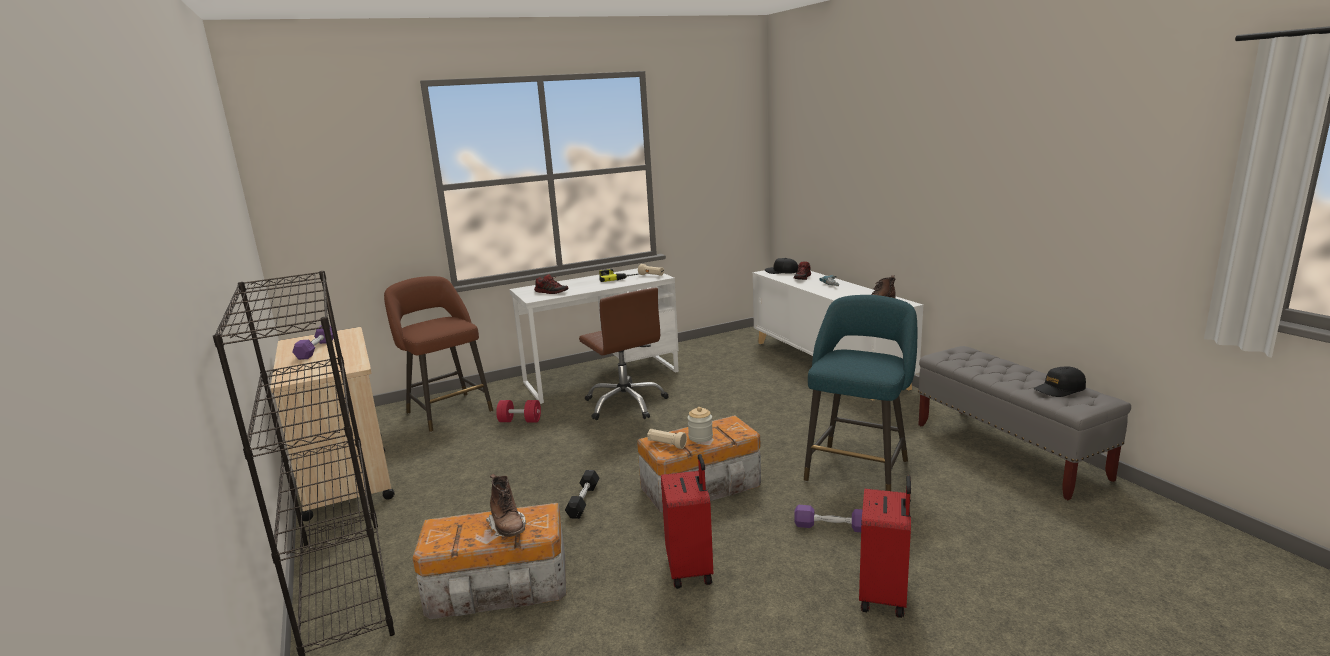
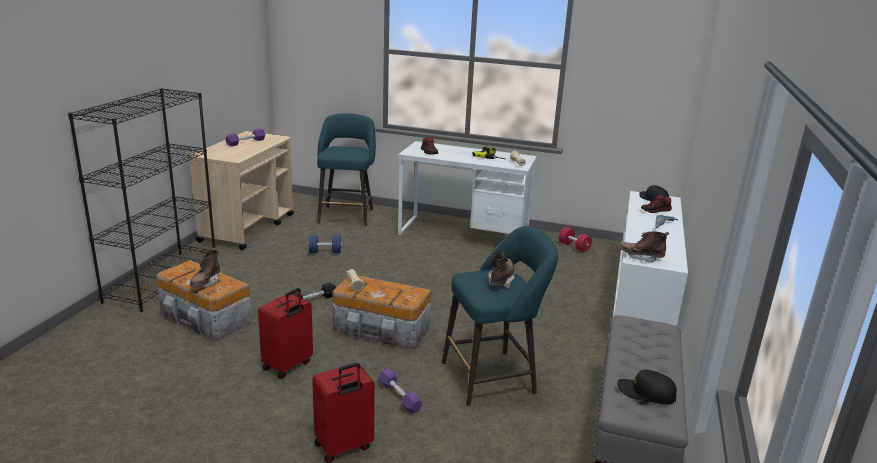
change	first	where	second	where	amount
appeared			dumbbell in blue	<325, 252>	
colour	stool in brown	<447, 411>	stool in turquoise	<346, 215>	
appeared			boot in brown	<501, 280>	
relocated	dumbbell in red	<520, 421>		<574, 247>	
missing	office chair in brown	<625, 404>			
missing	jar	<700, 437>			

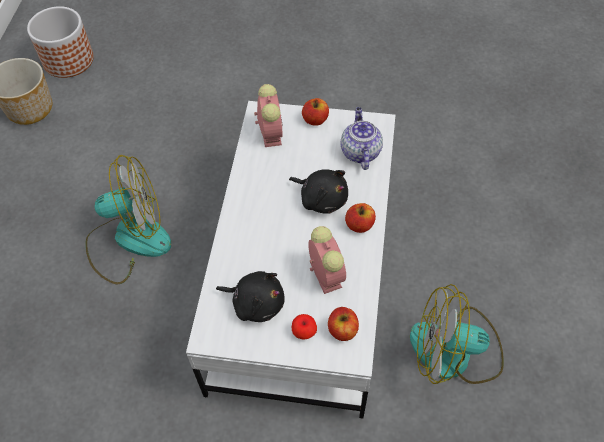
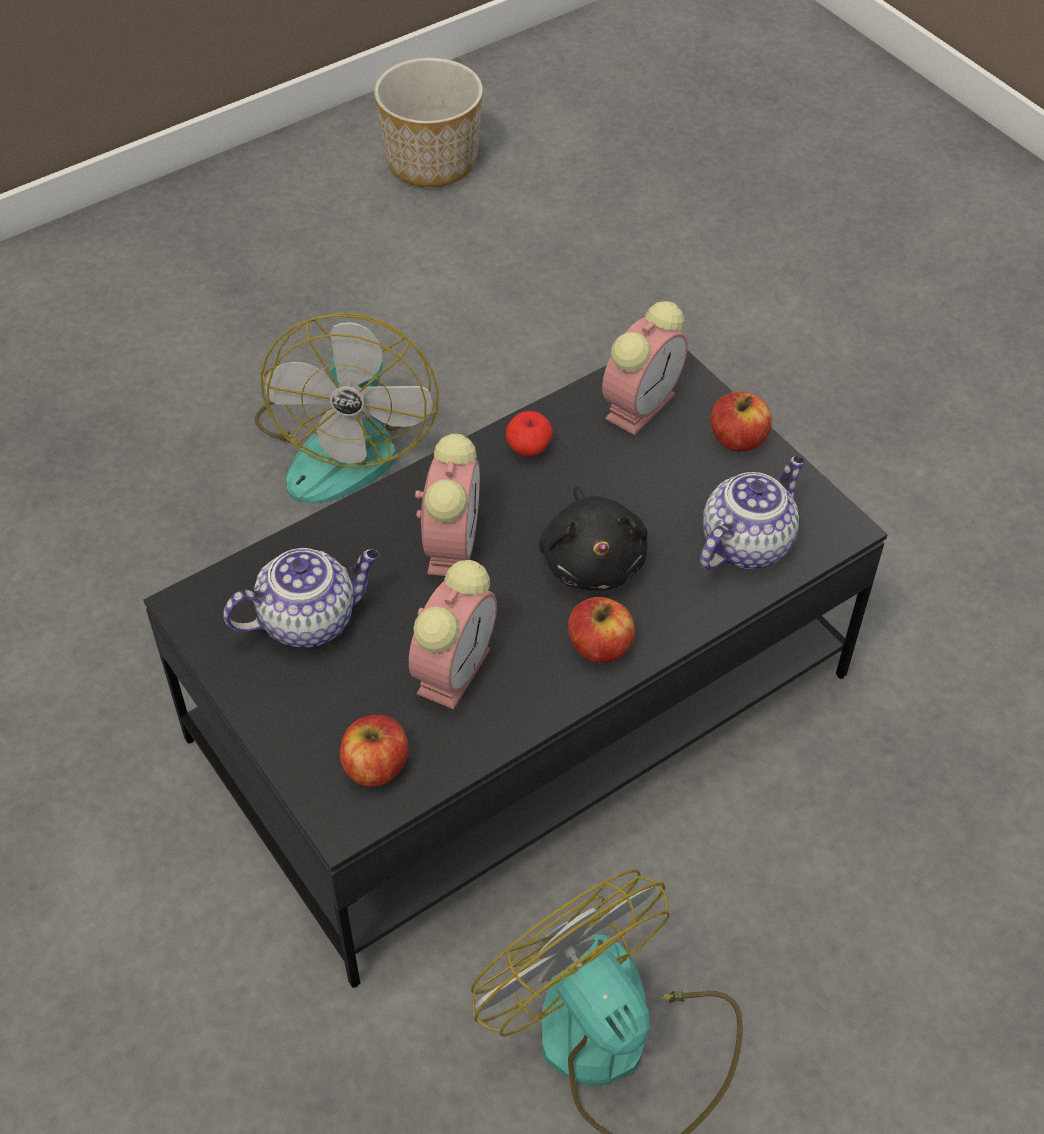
change	first	where	second	where	amount
colour	coffee table in white	<303, 277>	coffee table in black	<520, 706>	
exchanged	plush toy in black	<256, 303>	teapot	<309, 619>	
spun	fan	<128, 240>		<345, 442>	60 degrees clockwise
appeared			alarm clock	<451, 543>	
relocated	apple	<304, 332>		<529, 449>	
missing	planter	<68, 60>			

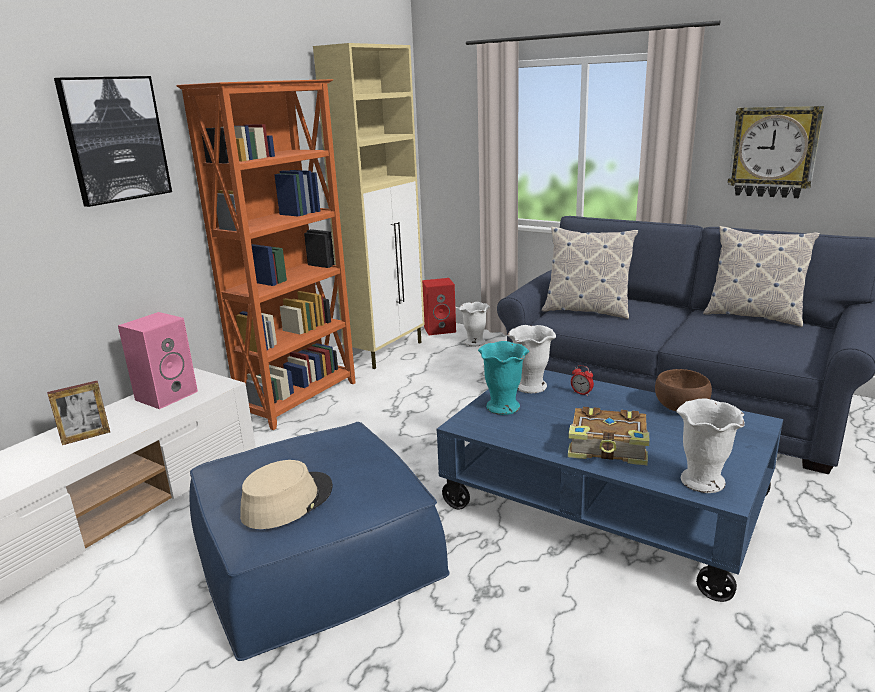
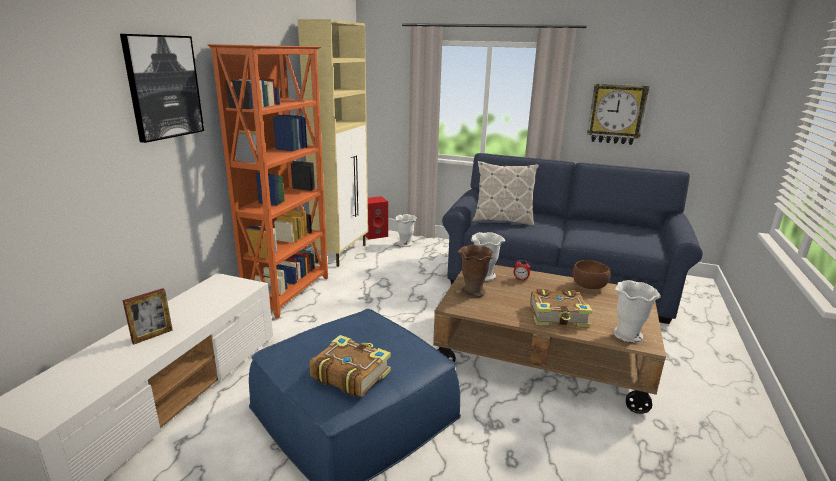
change	first	where	second	where	amount
exchanged	hat in beige	<287, 501>	book	<350, 374>	
colour	coffee table in blue	<604, 501>	coffee table in brown	<542, 353>	
colour	vase in turquoise	<503, 407>	vase in brown	<473, 292>	
missing	speaker in pink	<167, 395>			
missing	pillow	<753, 316>			

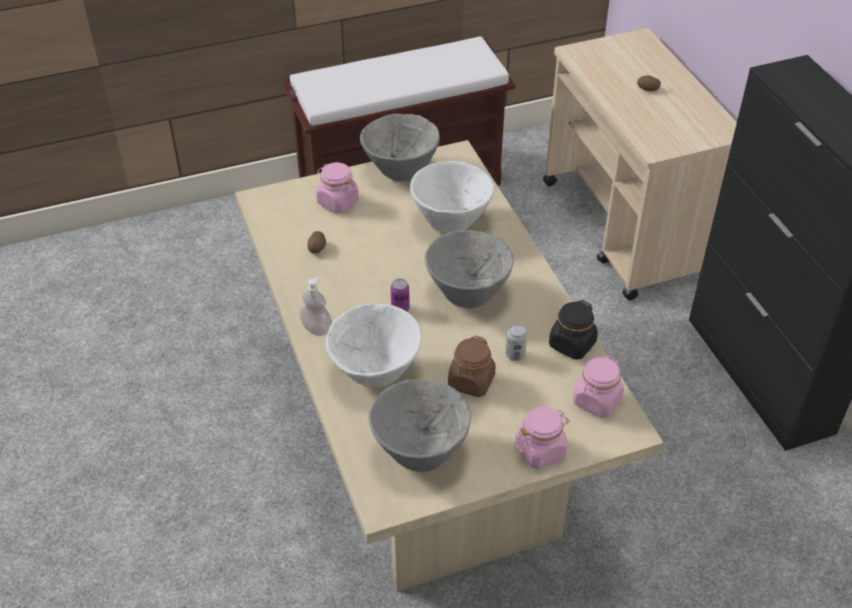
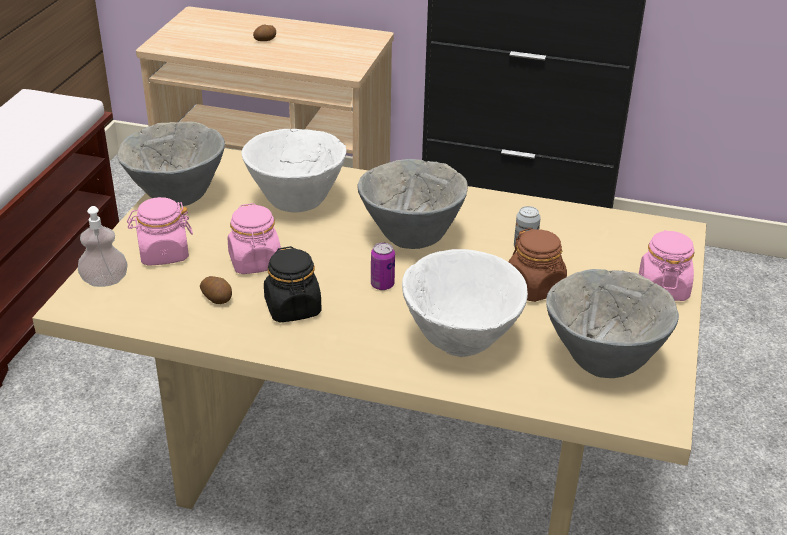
change	first	where	second	where	amount
relocated	soap dispenser	<317, 328>		<105, 281>	
relocated	jar in pink	<596, 401>		<255, 262>	
relocated	jar in black	<572, 344>		<293, 308>	

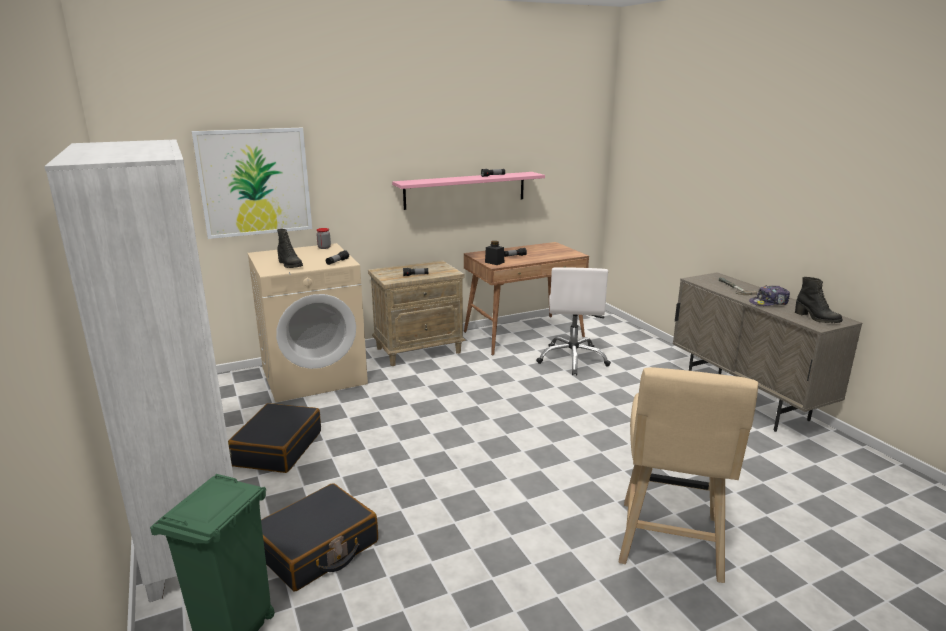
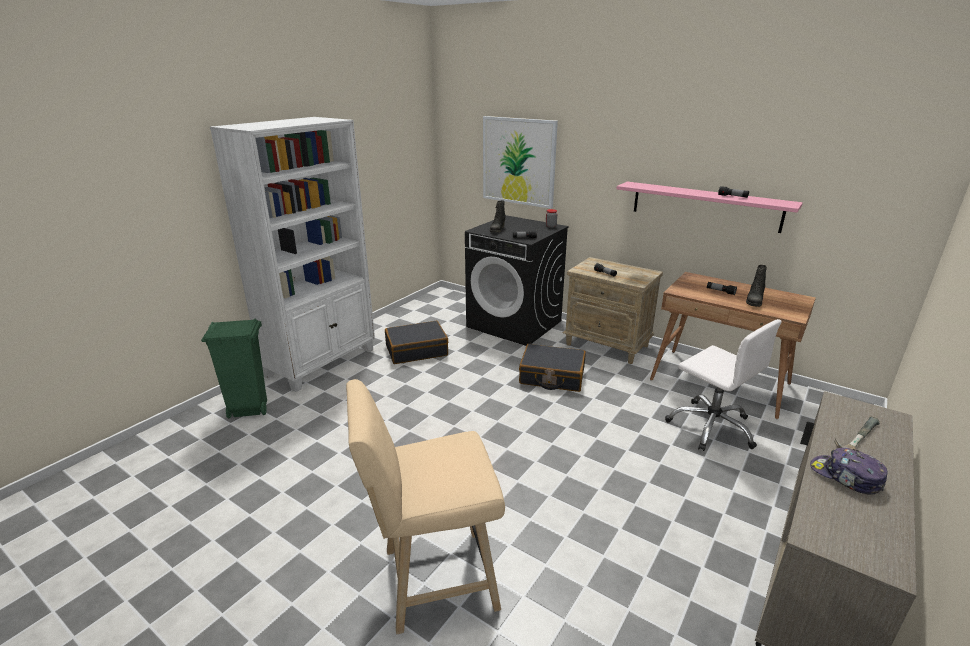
change	first	where	second	where	amount
colour	washing machine in beige	<314, 375>	washing machine in black	<515, 324>	
relocated	suitcase in black	<317, 548>		<552, 376>	
spun	office chair in white	<573, 359>		<711, 427>	105 degrees counterclockwise
relocated	boot in black	<816, 318>		<753, 301>	
missing	jar in black	<494, 262>			

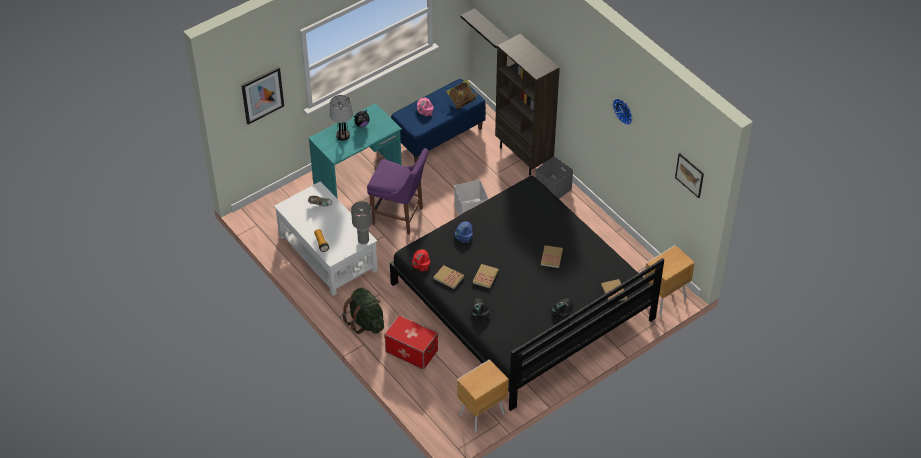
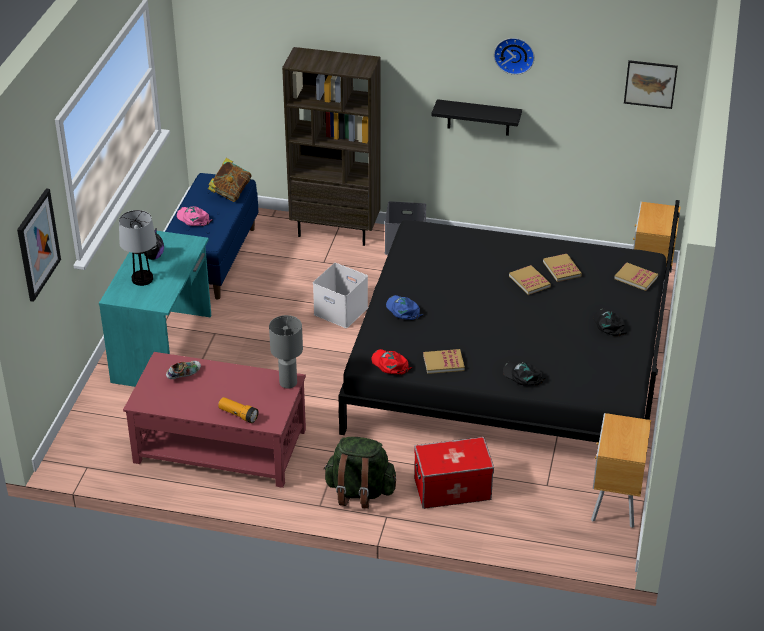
change	first	where	second	where	amount
colour	coffee table in white	<327, 252>	coffee table in red	<219, 445>	
relocated	shelf in black	<492, 31>		<478, 117>	
relocated	book	<485, 277>		<562, 269>	
missing	chair in purple	<400, 217>			

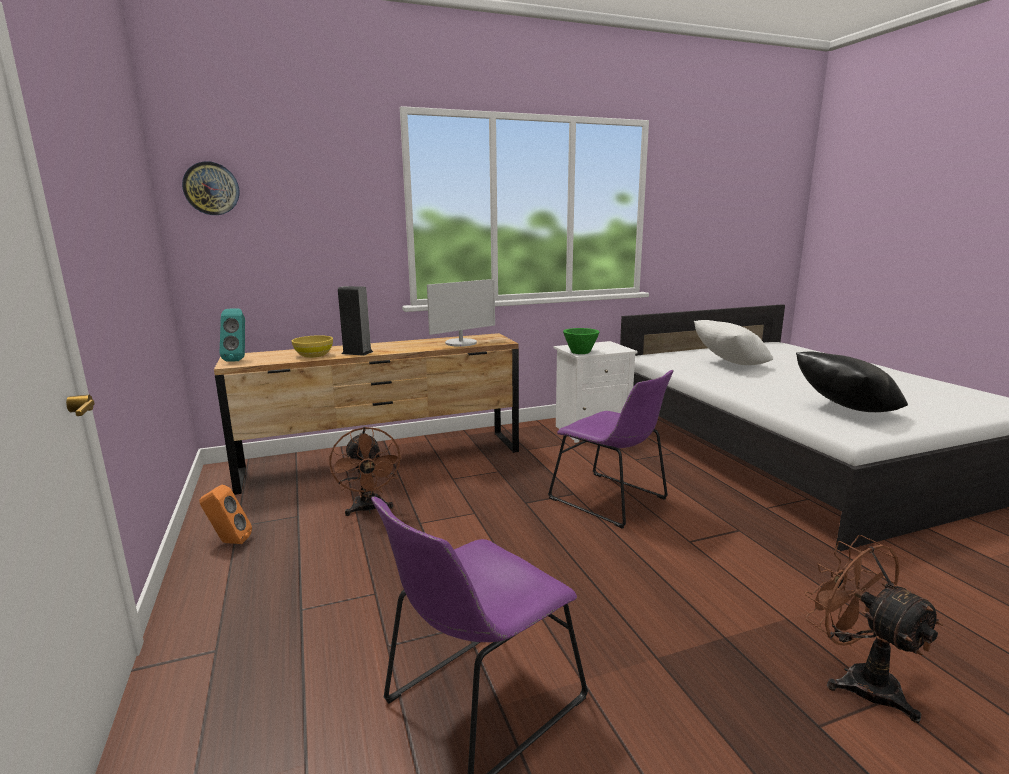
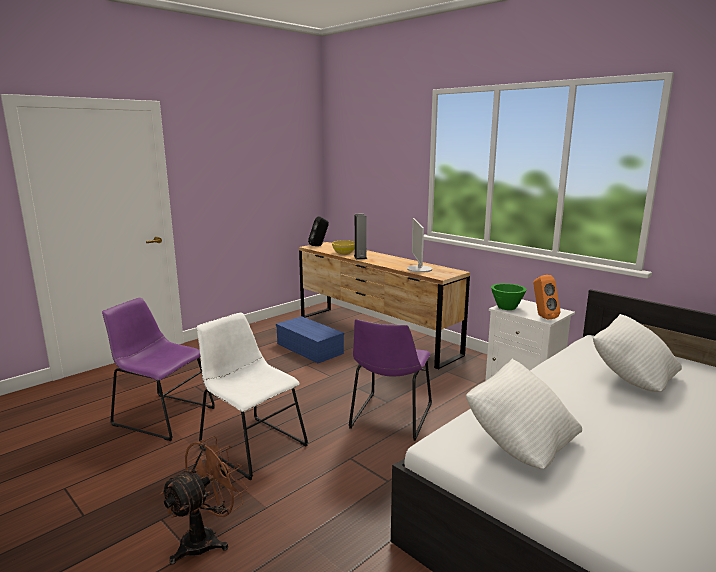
change	first	where	second	where	amount
appeared			chair in white	<250, 444>	
exchanged	fan in brown	<369, 509>	storage box in blue	<311, 348>	
colour	speaker in turquoise	<239, 360>	speaker in black	<319, 246>	
spun	monitor	<461, 343>		<419, 269>	60 degrees clockwise
colour	pillow in black	<844, 411>	pillow in white	<520, 444>	
relocated	speaker in orange	<228, 542>		<542, 317>	
missing	wall clock	<211, 188>			

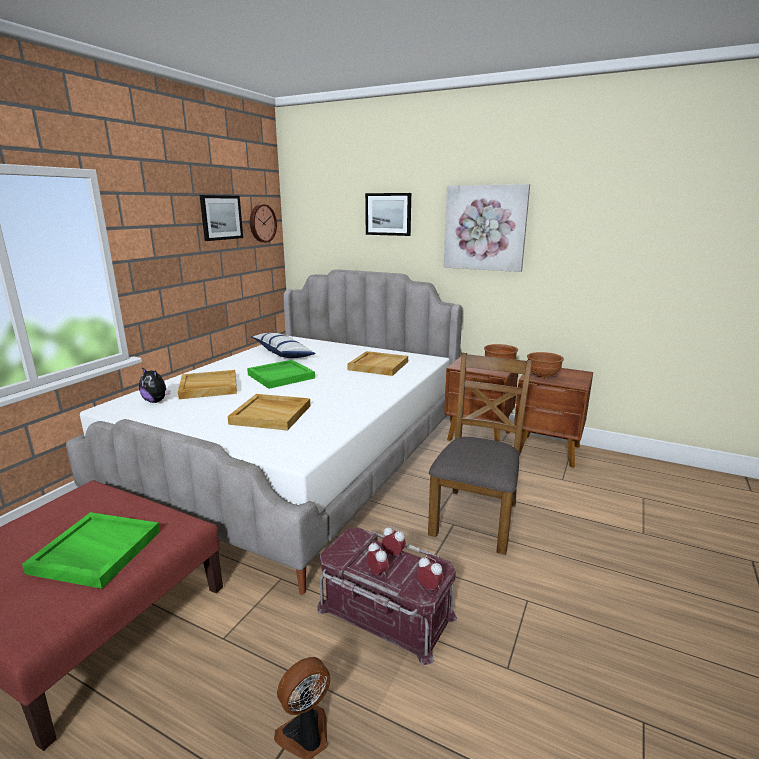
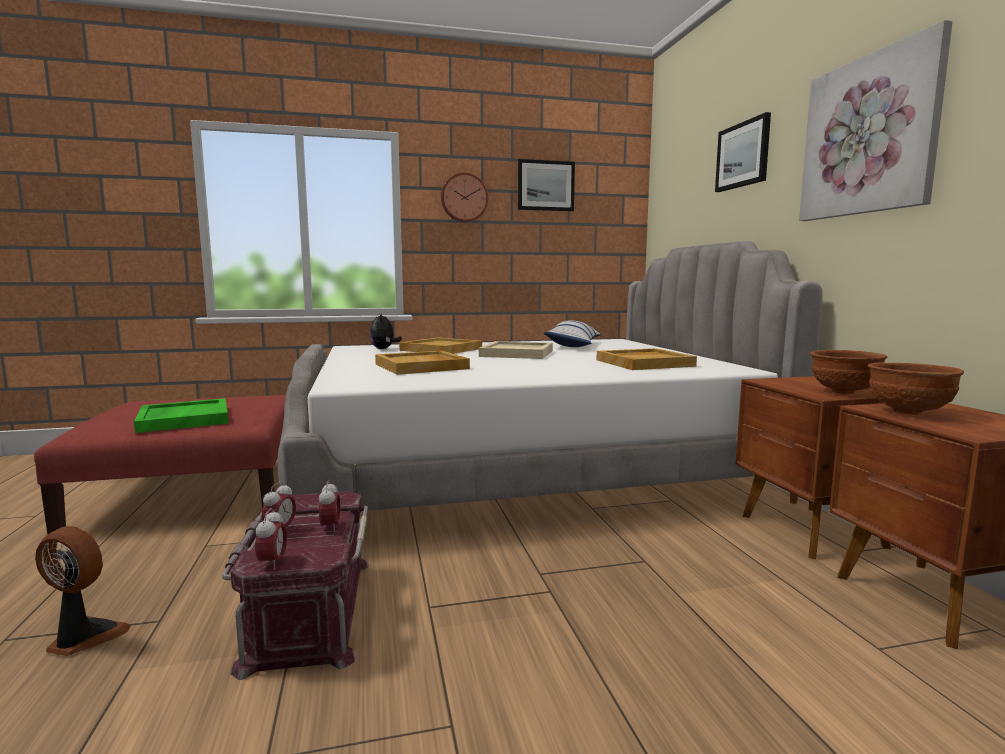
change	first	where	second	where	amount
relocated	wall clock	<261, 223>		<464, 198>	
colour	tray in green	<281, 376>	tray in beige	<517, 353>	
missing	chair in brown	<475, 518>			

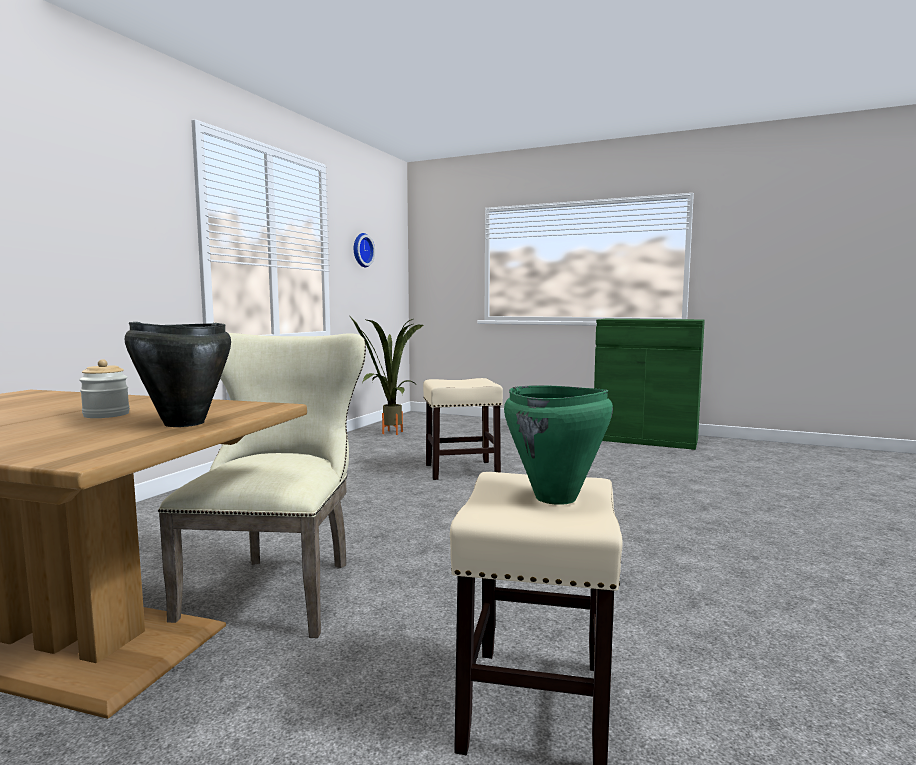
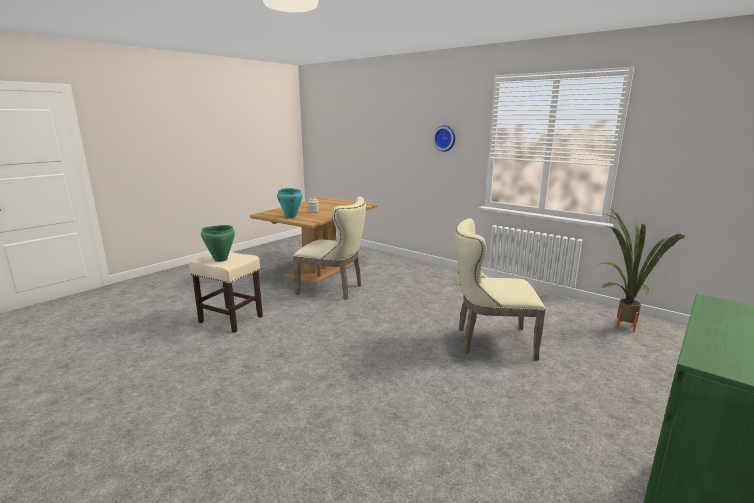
change	first	where	second	where	amount
colour	cooking pot in black	<183, 423>	cooking pot in turquoise	<291, 216>	
relocated	wall clock	<361, 250>		<445, 138>	
exchanged	stool in beige	<461, 470>	chair in beige	<489, 341>	

